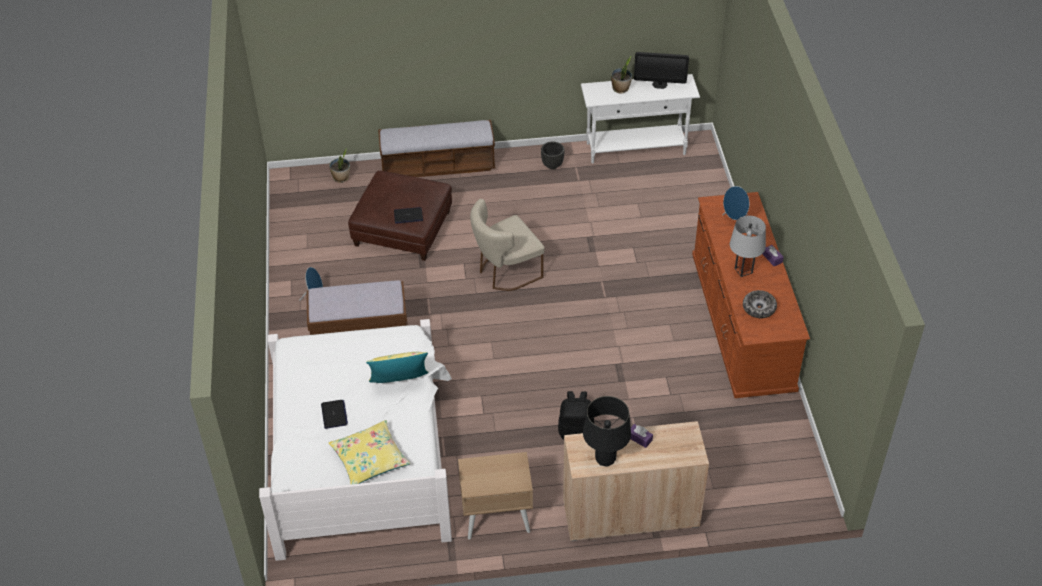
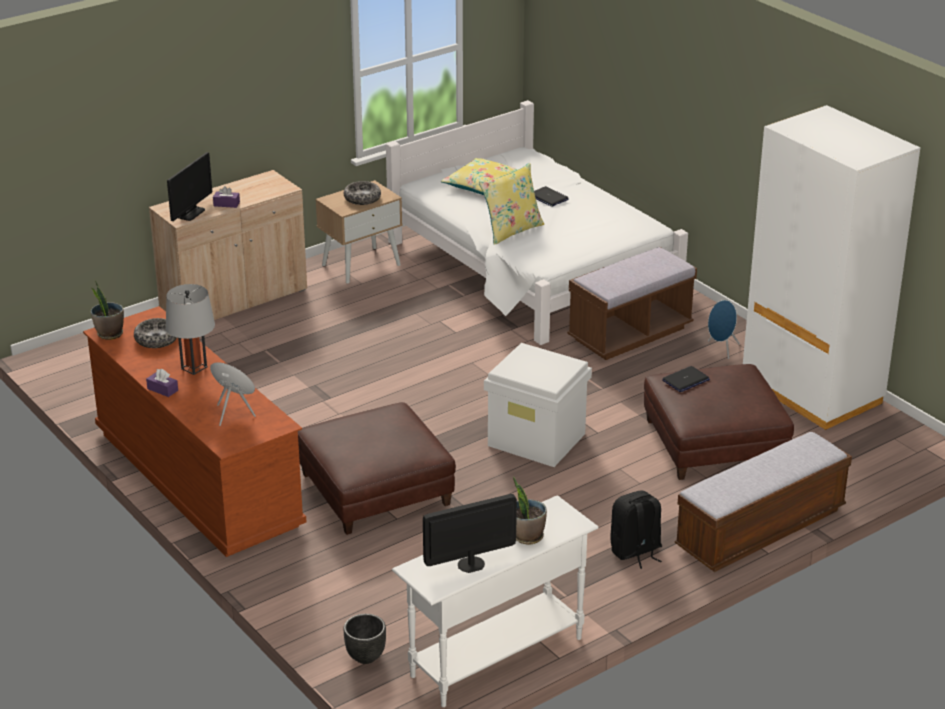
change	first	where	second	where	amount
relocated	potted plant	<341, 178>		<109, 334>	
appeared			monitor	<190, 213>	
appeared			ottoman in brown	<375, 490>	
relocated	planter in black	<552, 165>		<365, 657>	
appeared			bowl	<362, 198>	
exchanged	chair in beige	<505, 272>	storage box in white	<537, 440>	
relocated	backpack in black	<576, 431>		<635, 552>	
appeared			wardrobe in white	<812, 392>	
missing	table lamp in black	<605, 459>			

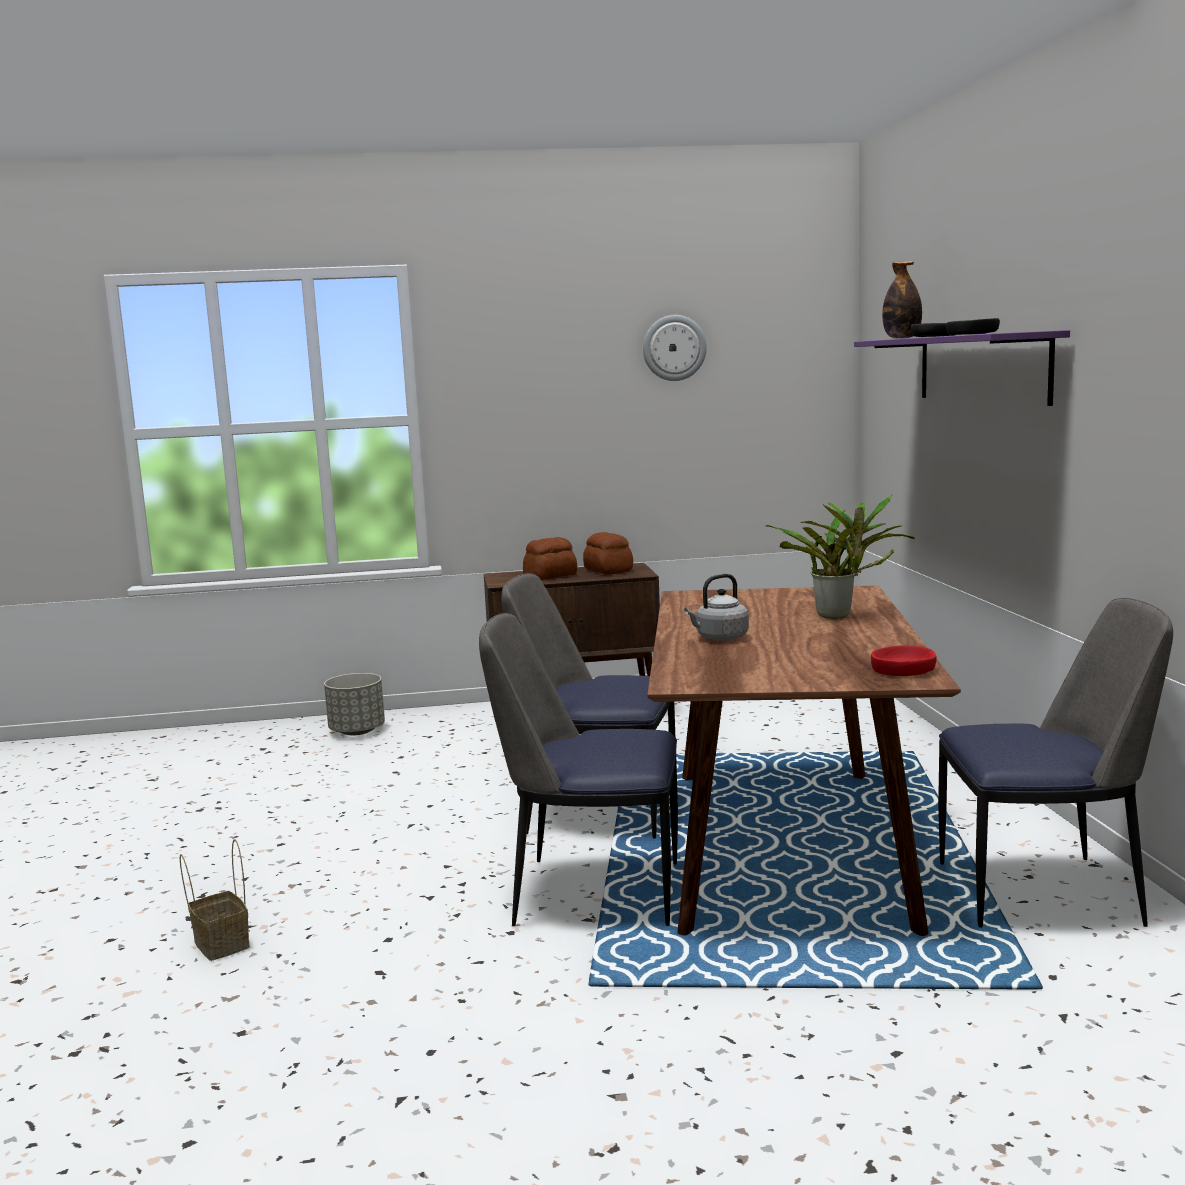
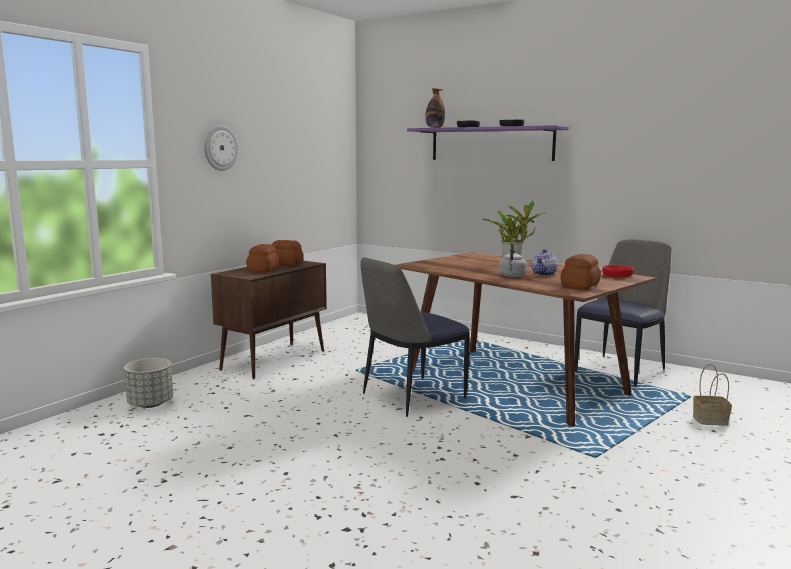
change	first	where	second	where	amount
relocated	wall clock	<674, 348>		<220, 148>	
appeared			teapot	<544, 274>	
appeared			bread	<579, 286>	
relocated	basket	<220, 944>		<709, 420>	
missing	chair	<591, 893>			

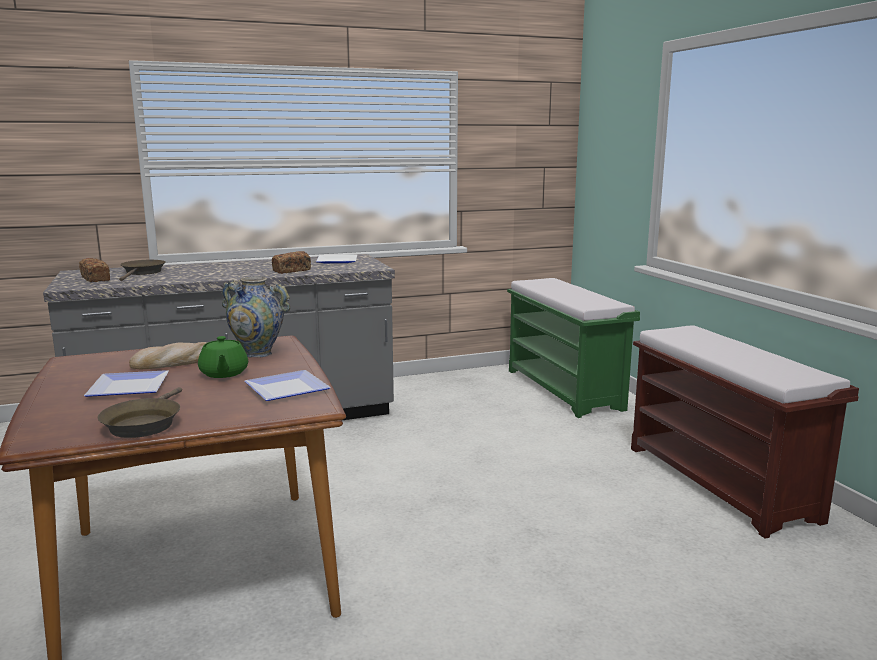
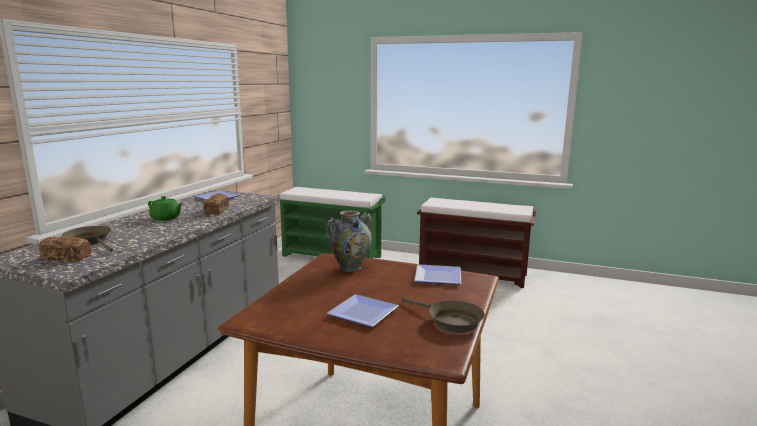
change	first	where	second	where	amount
relocated	teapot in green	<223, 373>		<166, 218>	
missing	bread	<175, 362>			

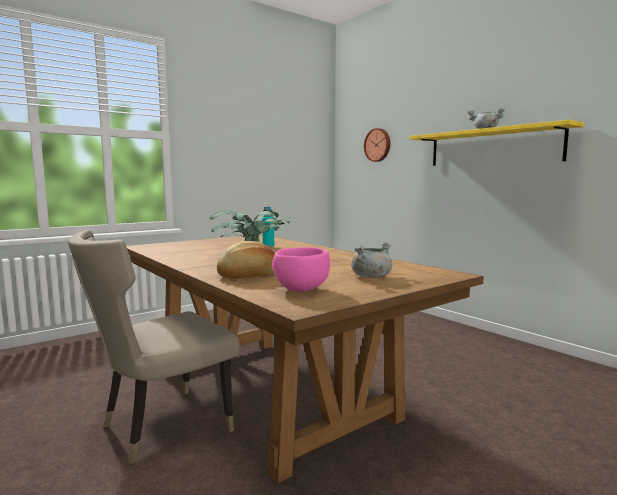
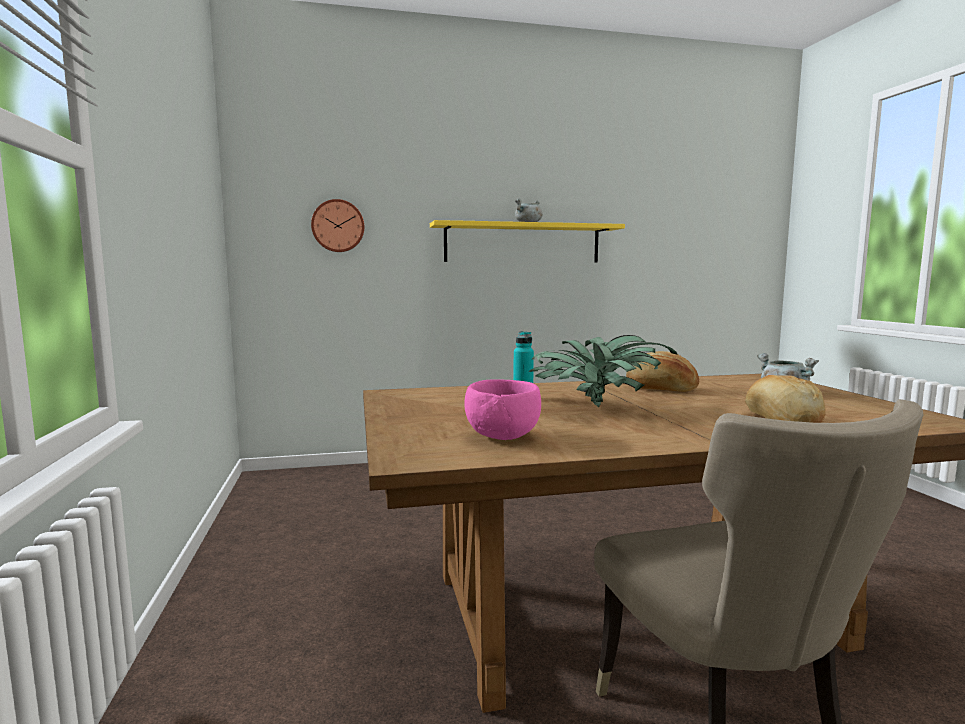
change	first	where	second	where	amount
relocated	bowl in pink	<301, 289>		<501, 437>	
appeared			bread	<661, 389>	

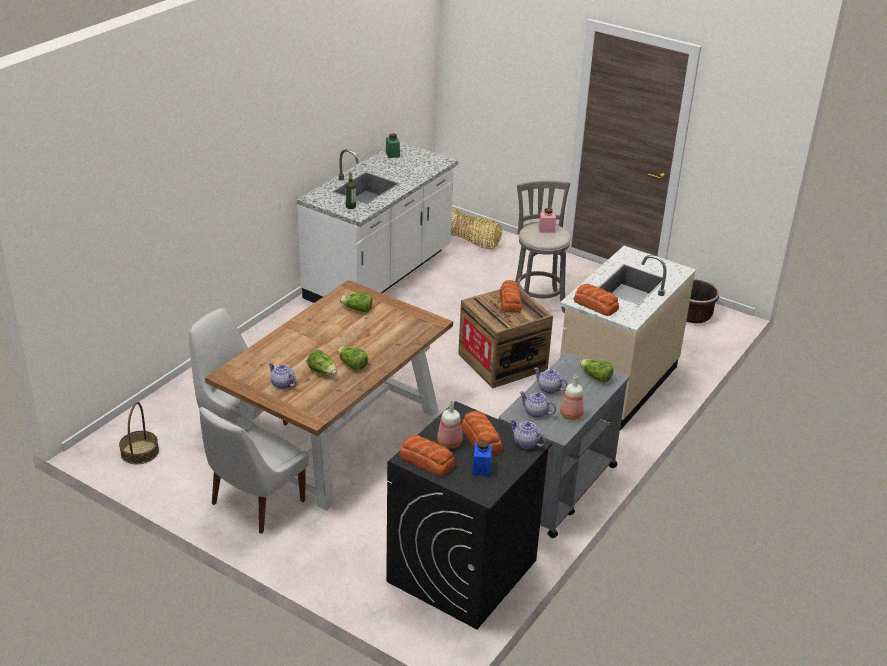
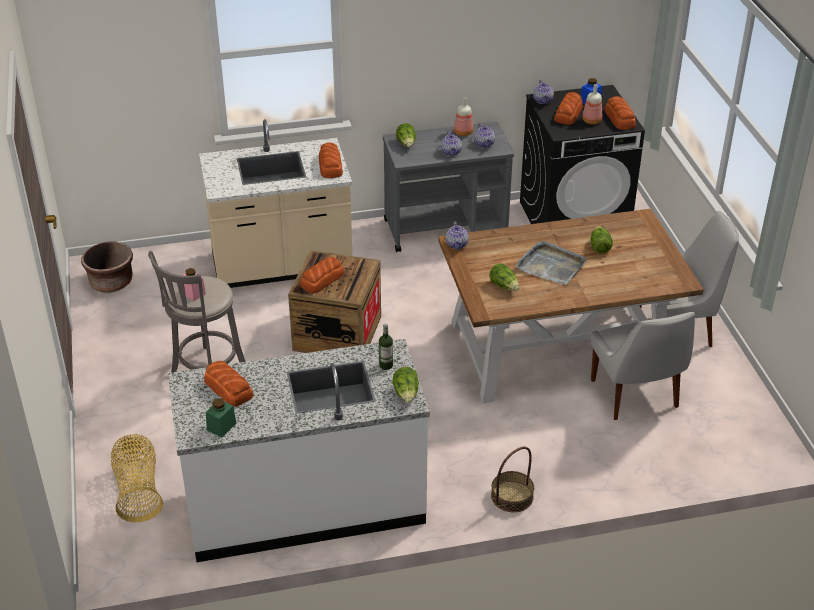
change	first	where	second	where	amount
appeared			bread	<228, 388>	
relocated	lettuce	<352, 365>		<406, 394>	
relocated	teapot	<282, 384>		<457, 245>	
relocated	basket	<139, 452>		<512, 496>	
appeared			tray in grey	<551, 265>	

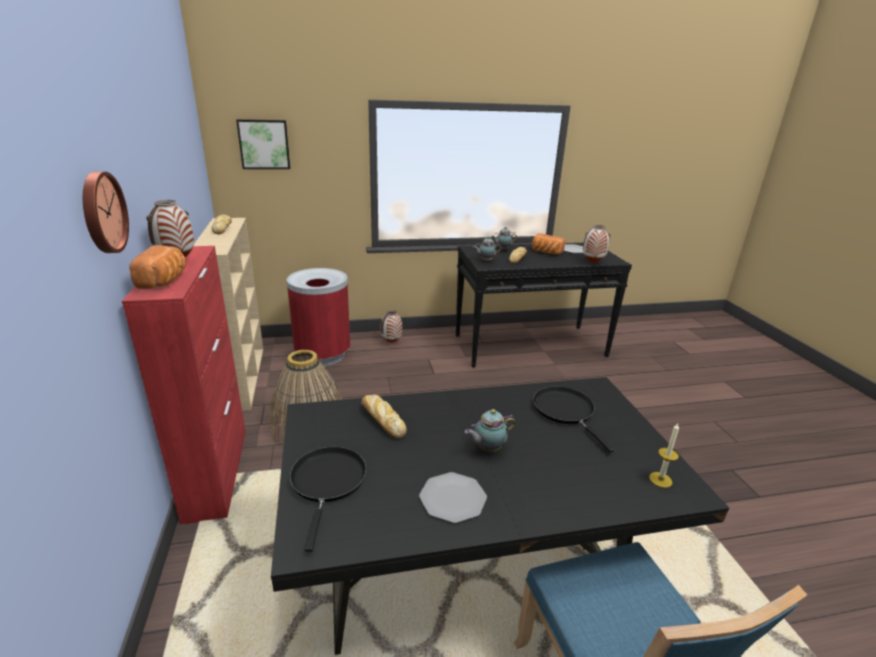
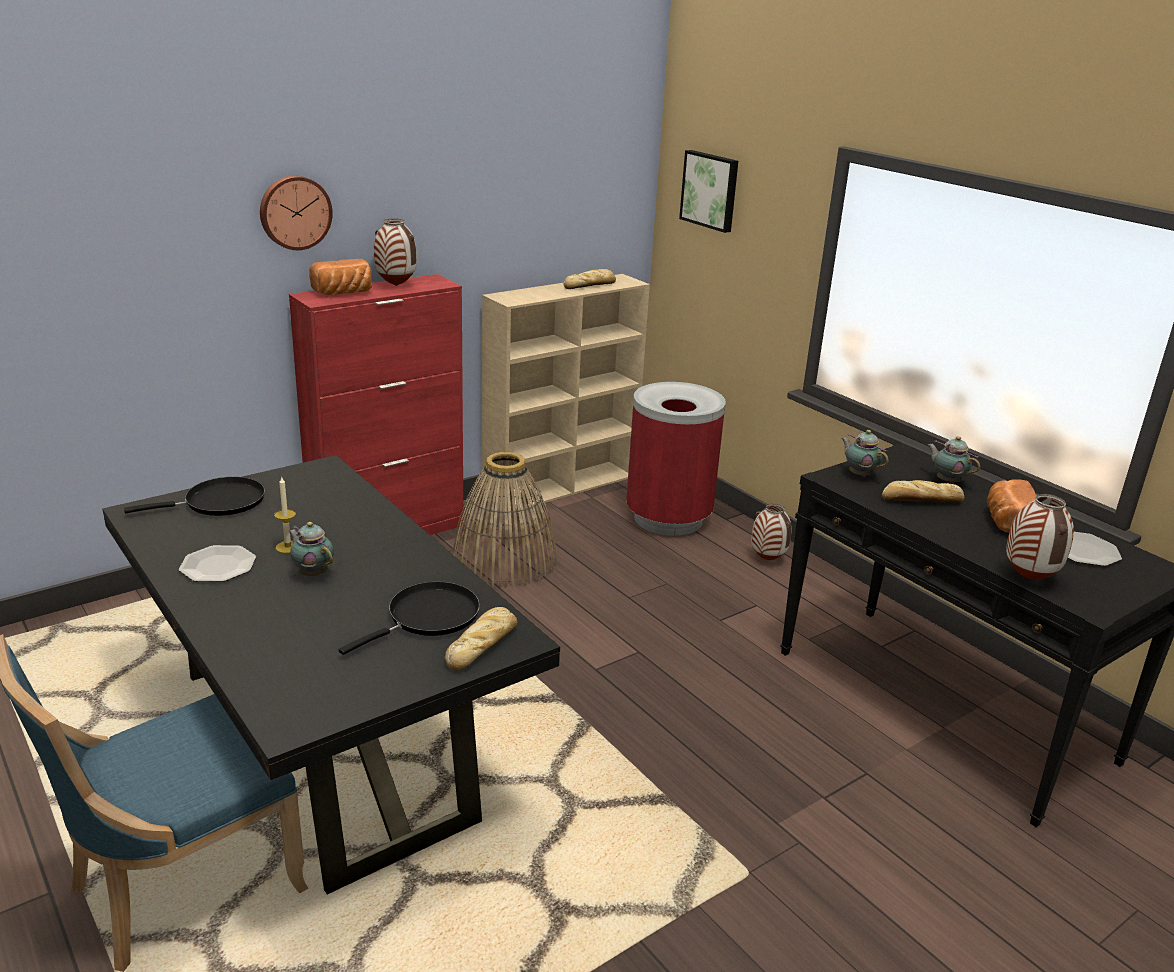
change	first	where	second	where	amount
relocated	candle	<660, 479>		<288, 547>	
relocated	bread	<382, 419>		<482, 644>	

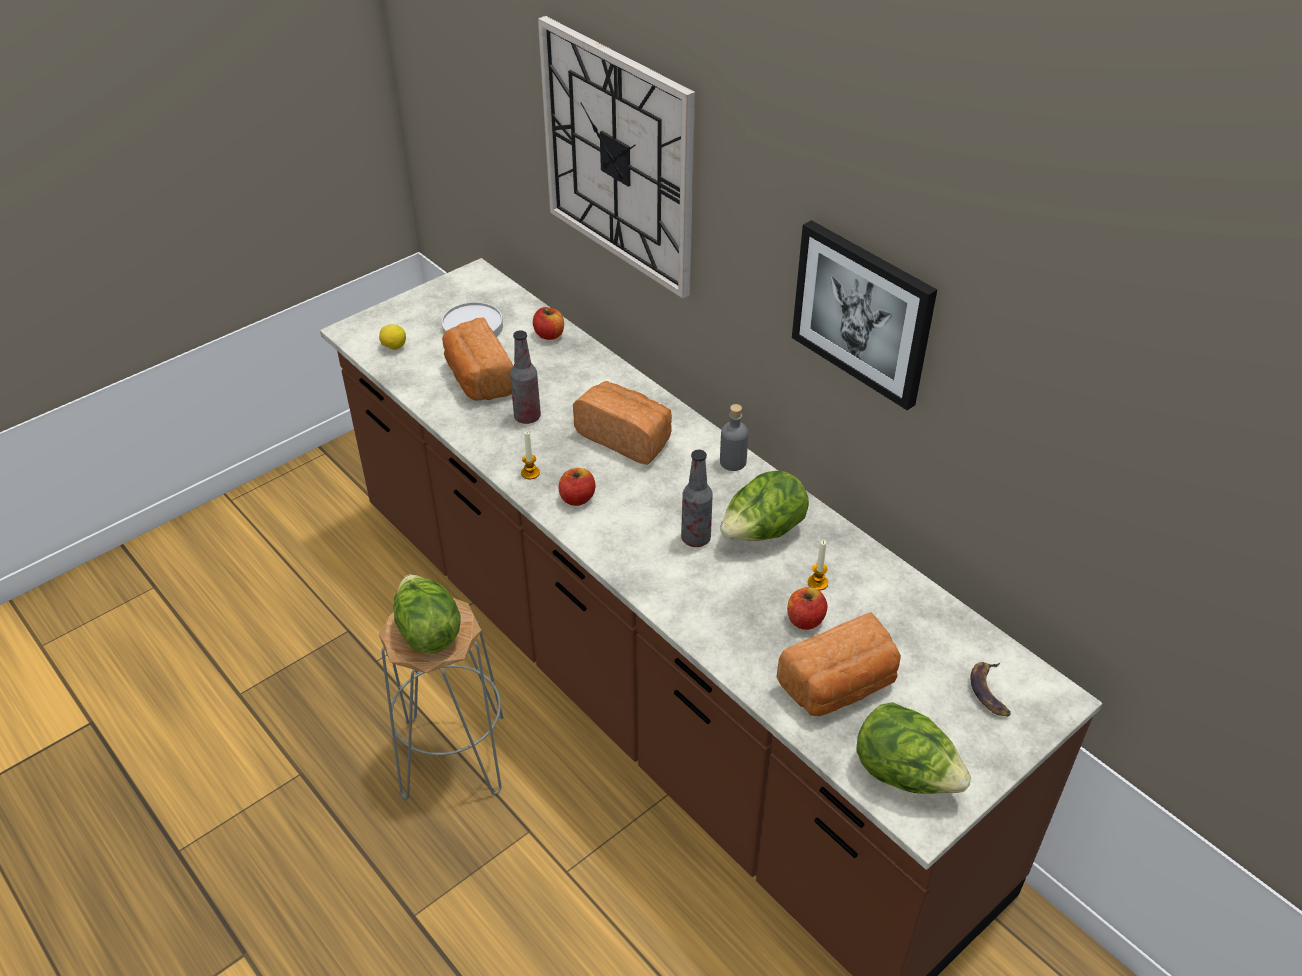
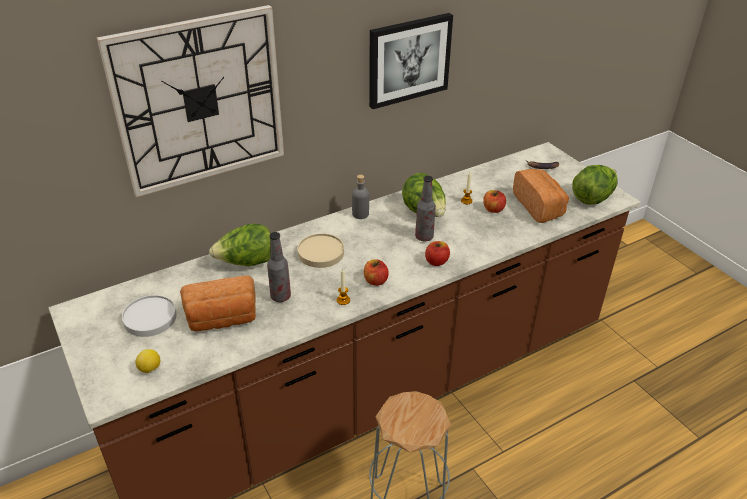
change	first	where	second	where	amount
relocated	lettuce	<428, 632>		<246, 263>	
exchanged	bread	<626, 437>	plate in beige	<321, 253>	
relocated	apple	<549, 335>		<436, 261>	

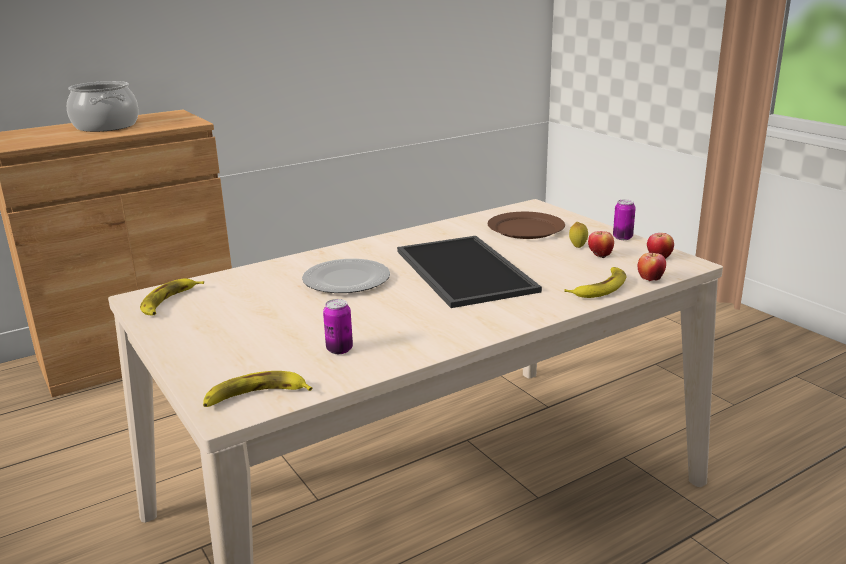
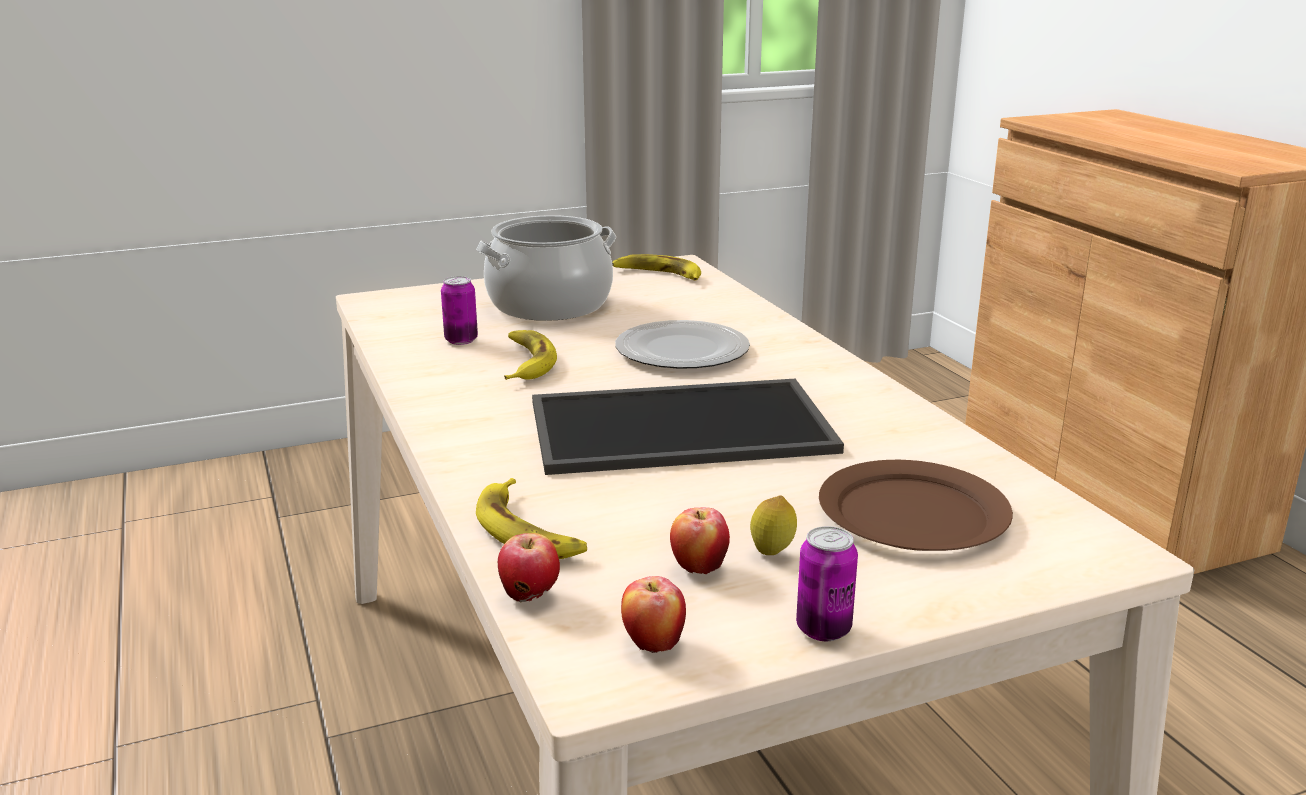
change	first	where	second	where	amount
relocated	cooking pot	<105, 126>		<549, 304>	
relocated	banana	<255, 396>		<526, 362>	

